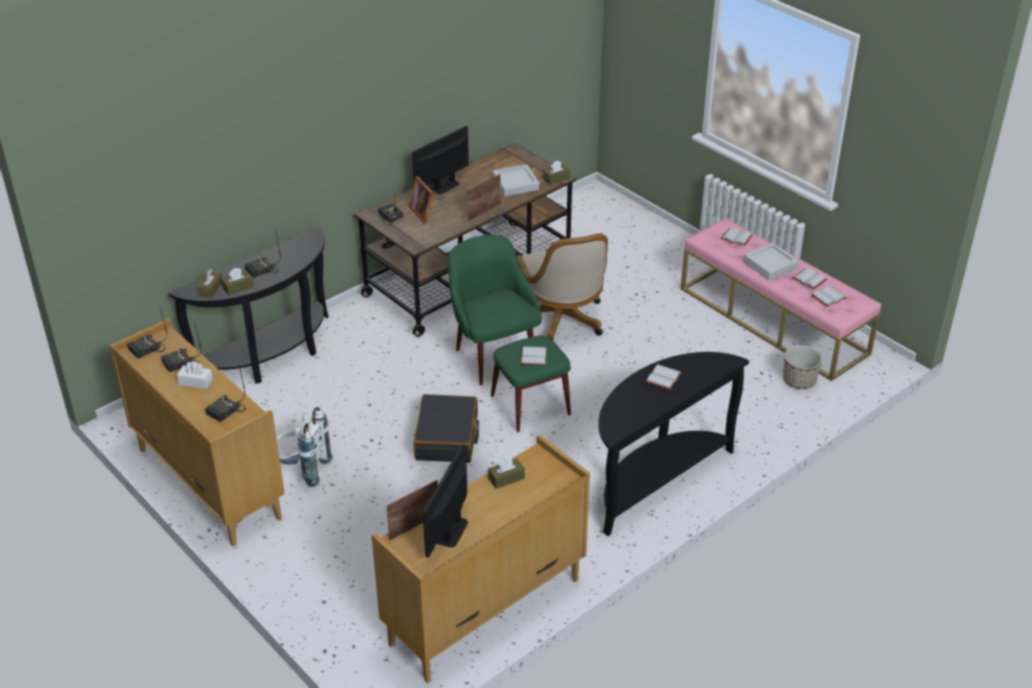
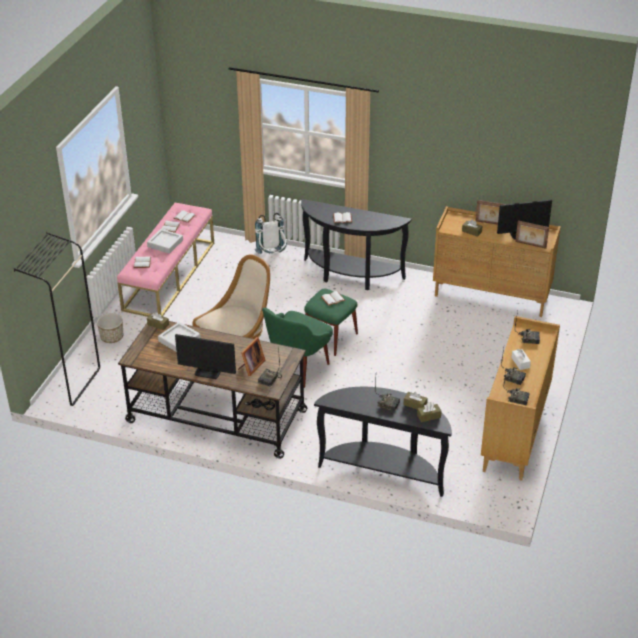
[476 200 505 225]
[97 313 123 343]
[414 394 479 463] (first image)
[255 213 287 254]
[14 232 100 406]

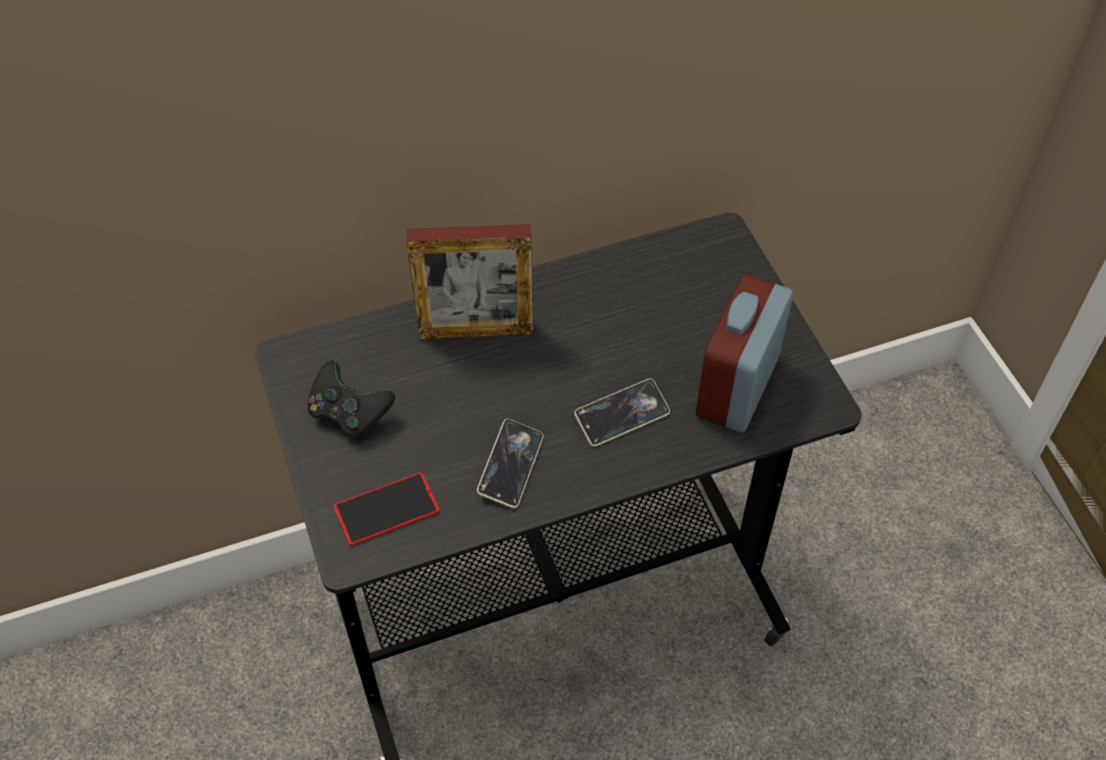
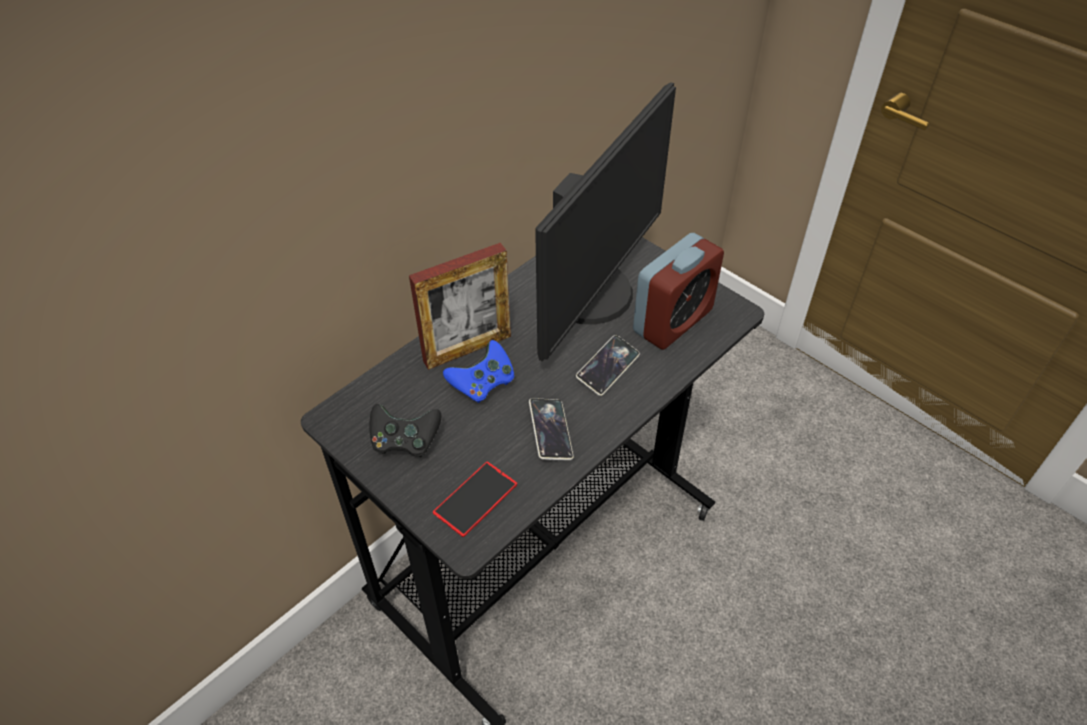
[633 233 724 350]
[535 82 676 362]
[443 340 514 403]

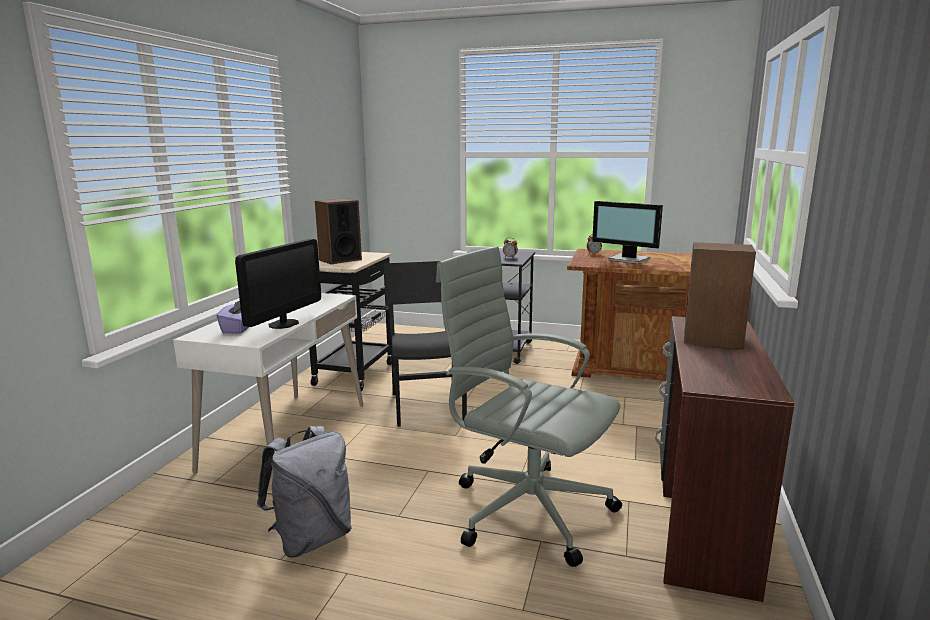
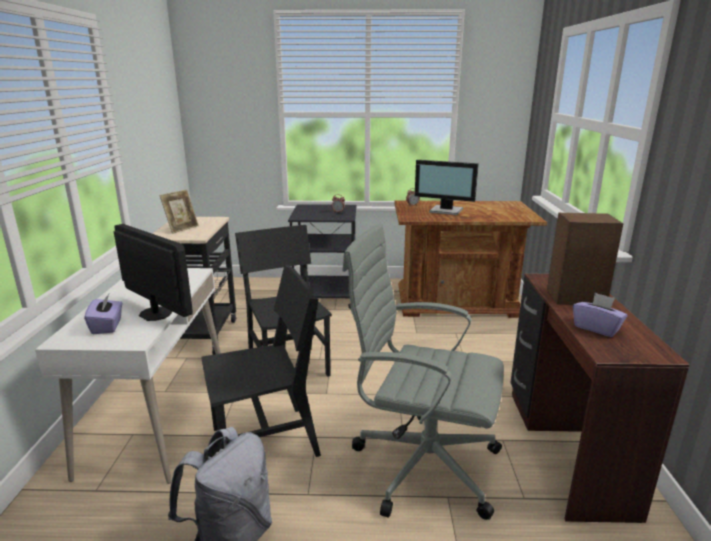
[159 190 199 234]
[114 224 193 321]
[201 265 321 457]
[573 293 628 337]

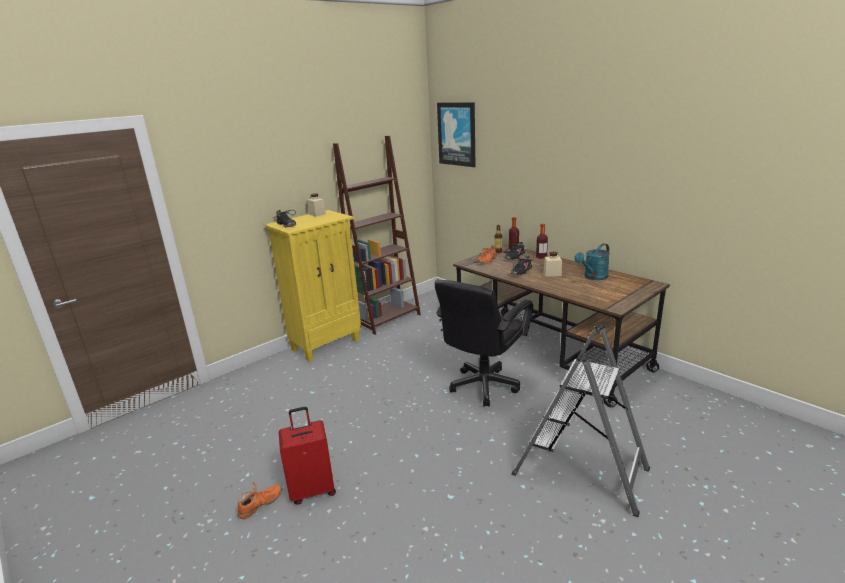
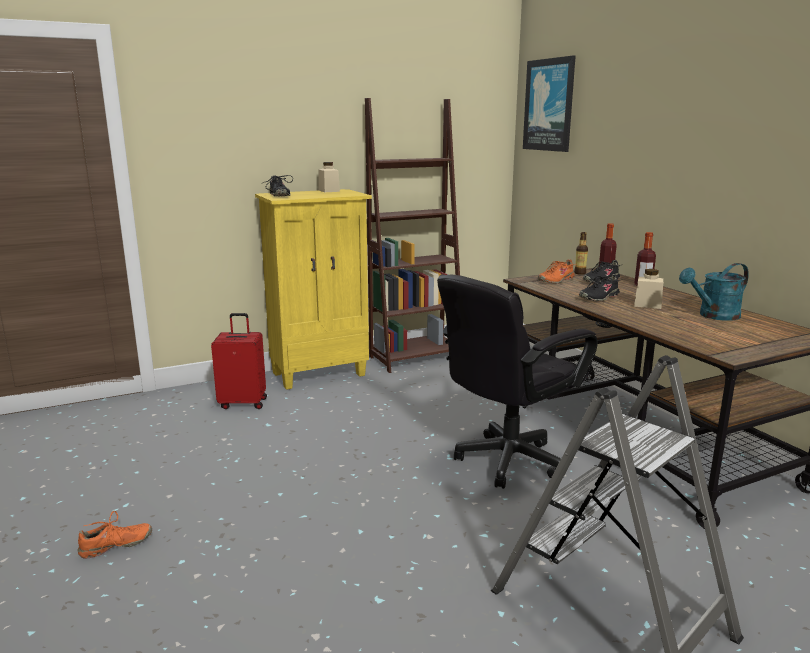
[211 313 267 409]

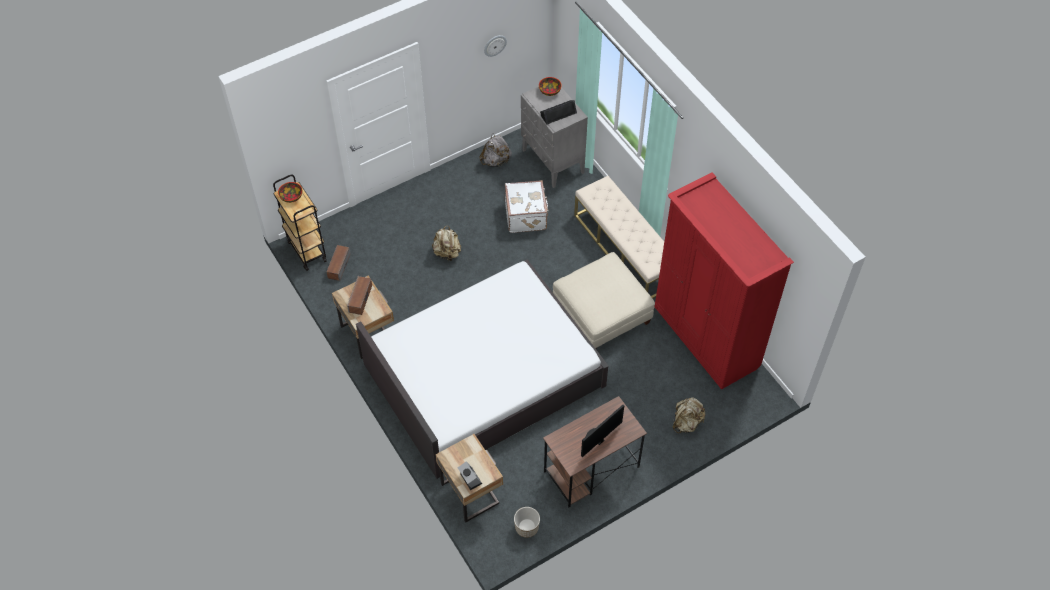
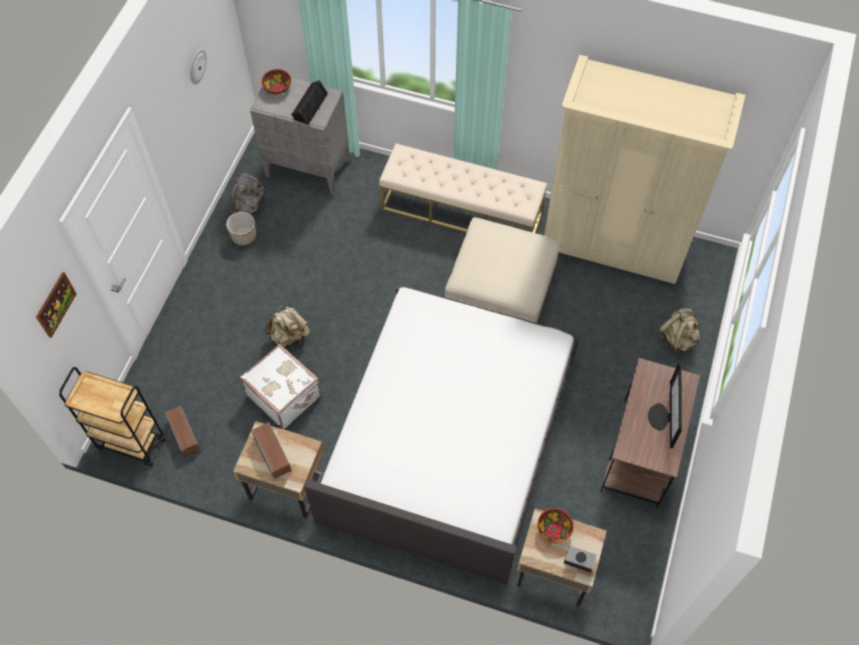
[544 55 745 284]
[240 344 321 429]
[537 508 573 544]
[226 212 256 245]
[36 272 77 338]

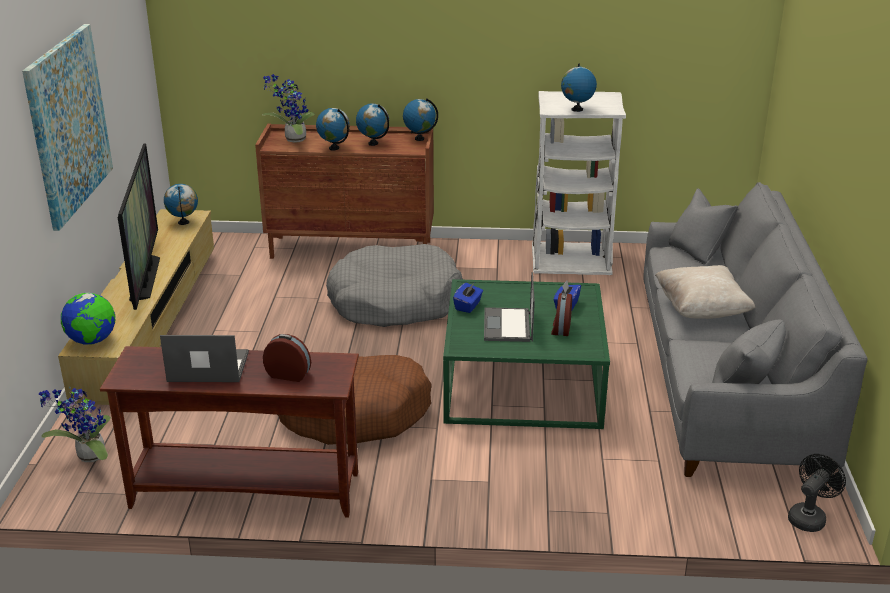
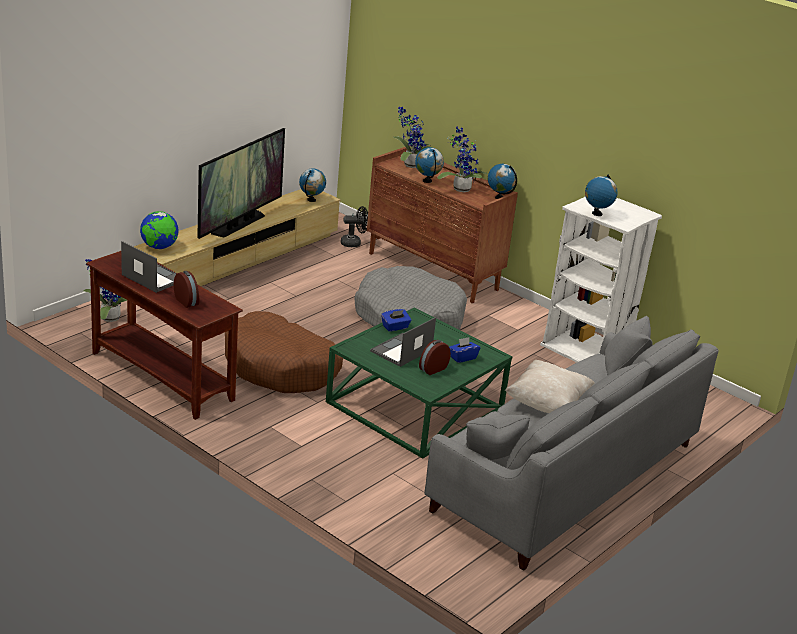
[22 24 113 231] (first image)
[437 127 488 192]
[341 206 368 247]

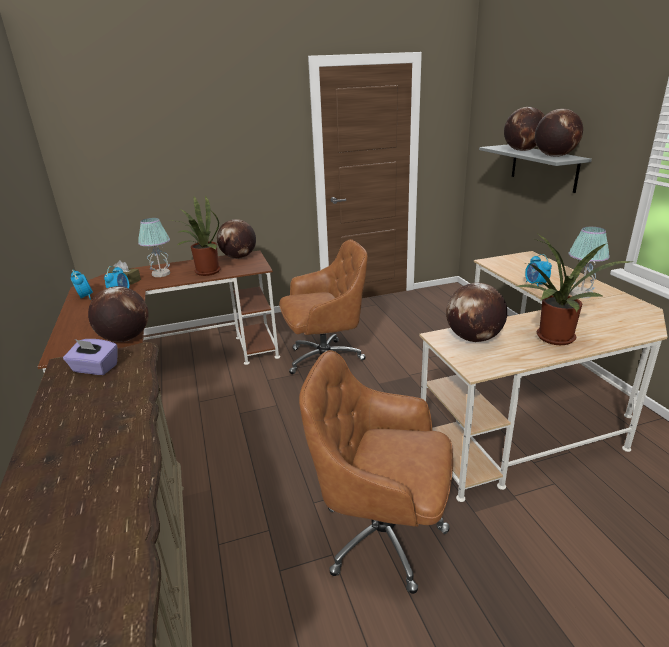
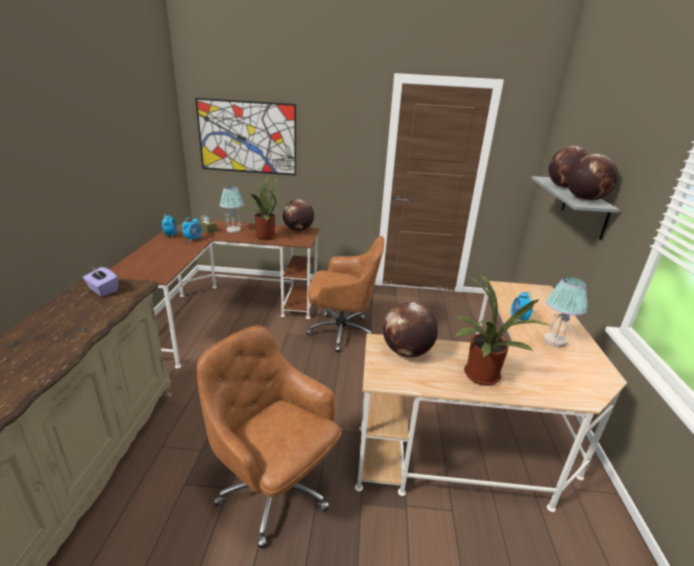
[88 286 149 342] (first image)
[195 98 296 176]

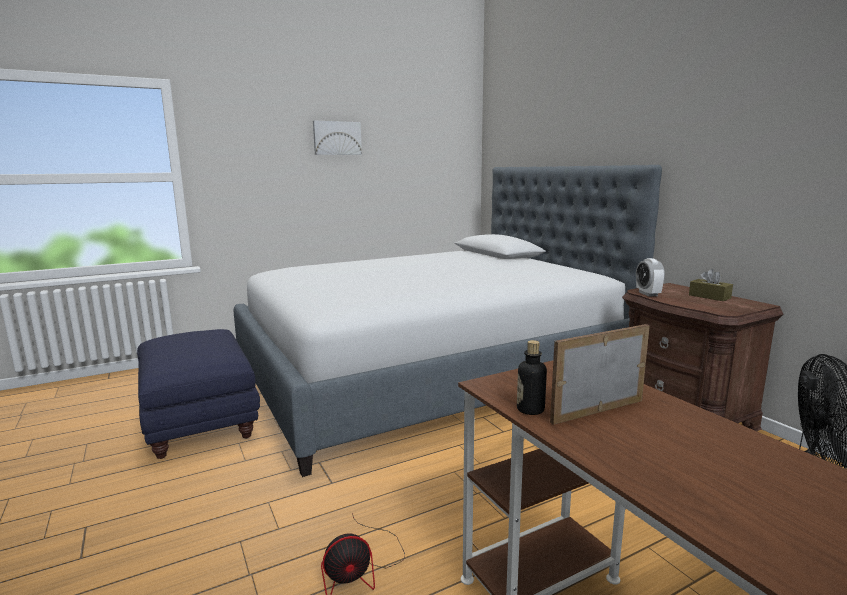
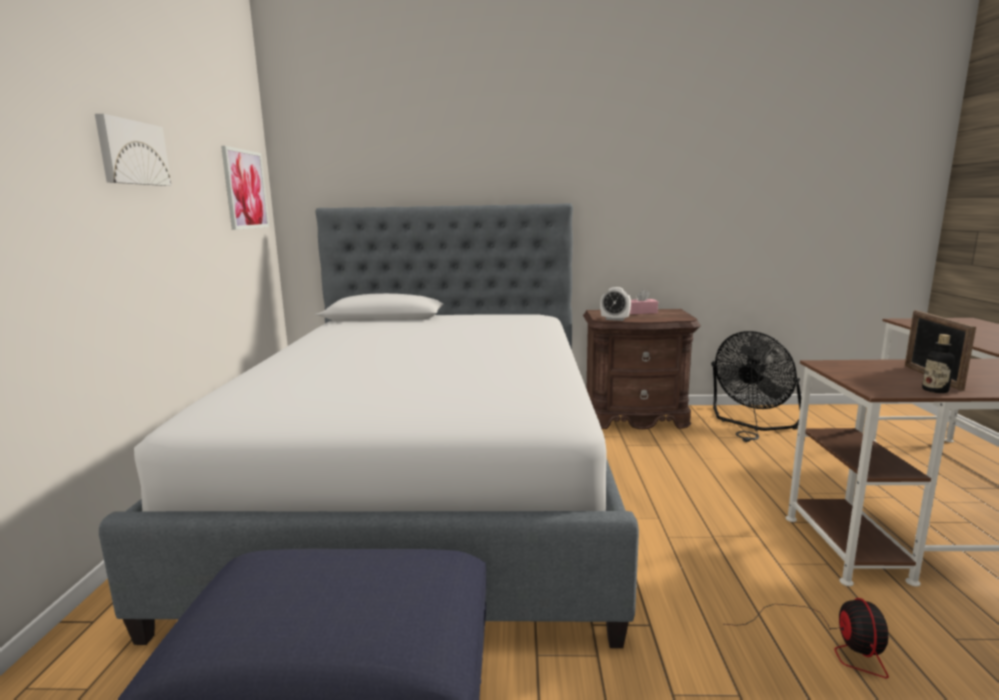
[630 289 658 314]
[221 146 269 230]

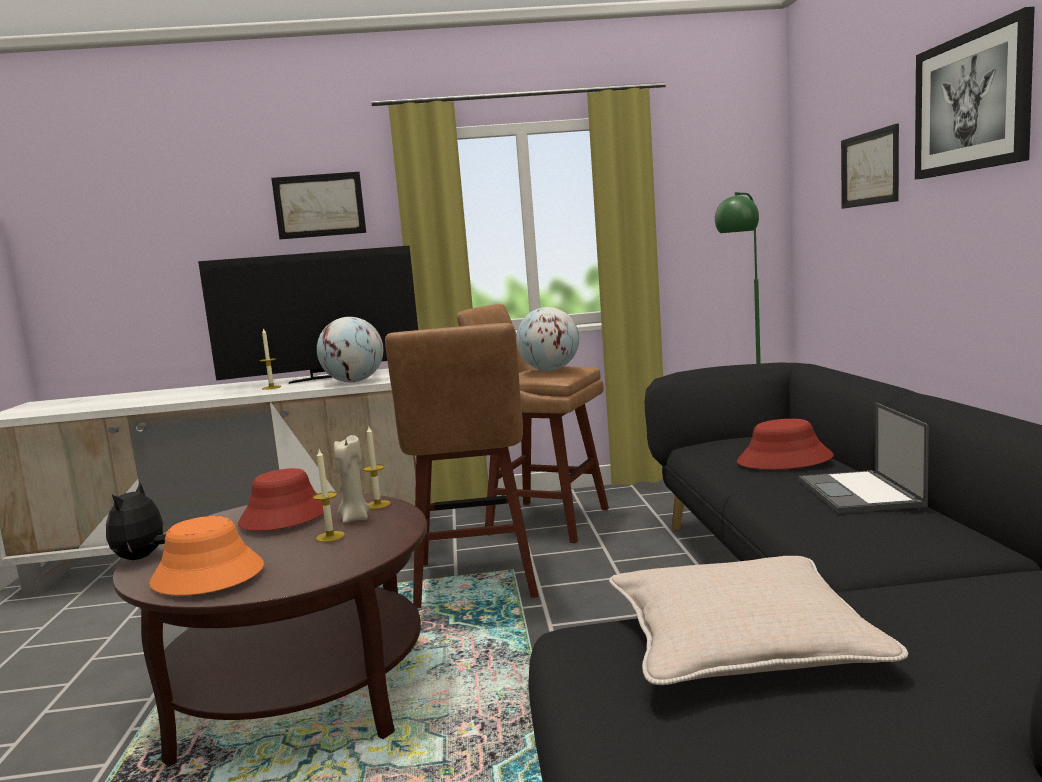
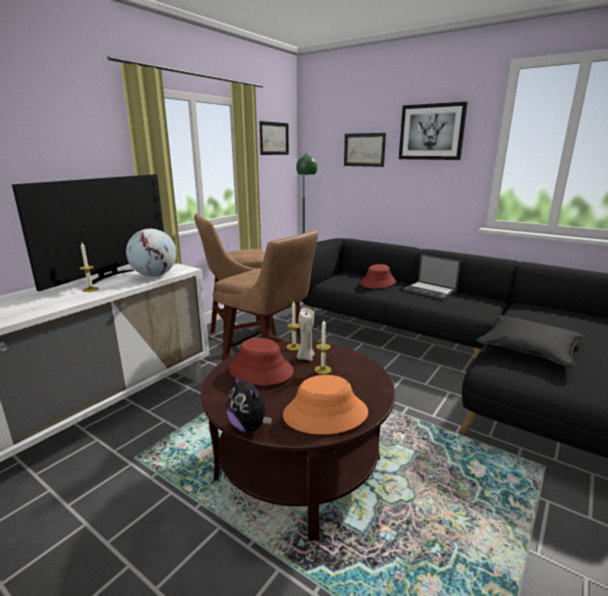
[259 121 289 155]
[516 307 579 371] (first image)
[476 316 584 367]

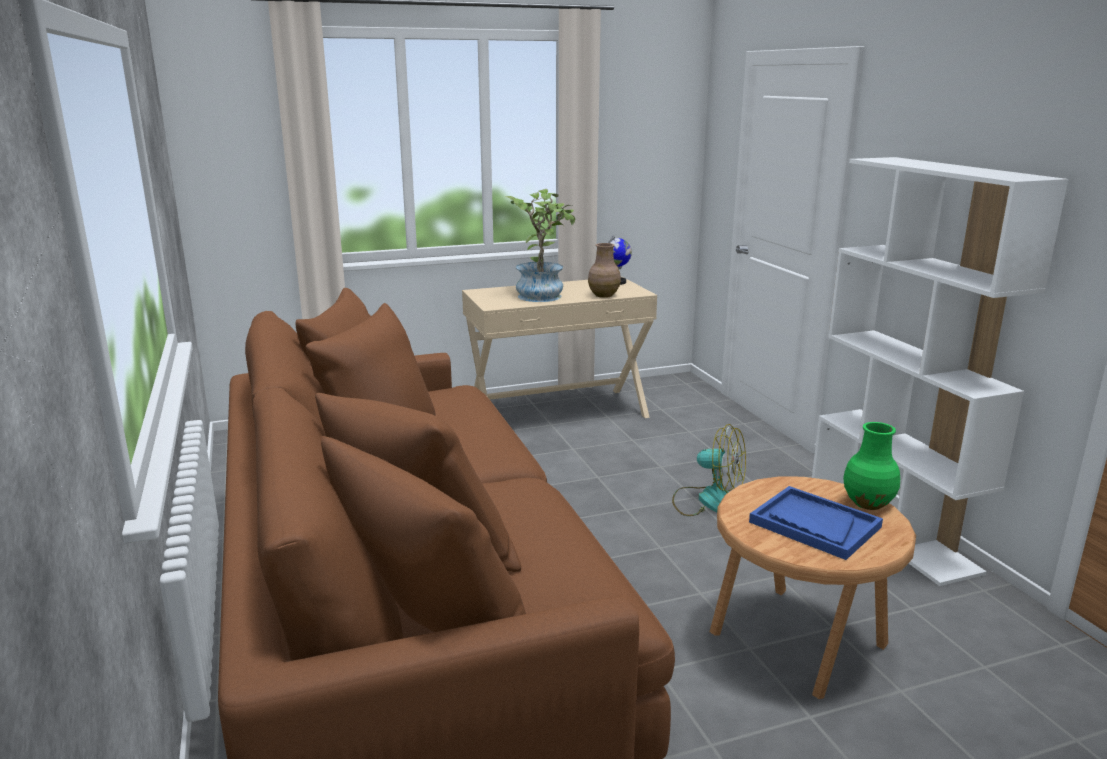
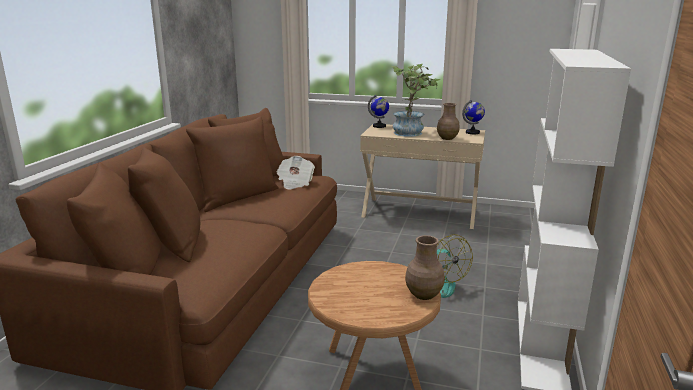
[405 235 445 300]
[749 486 883 560] (first image)
[368 95 389 128]
[277 156 315 189]

